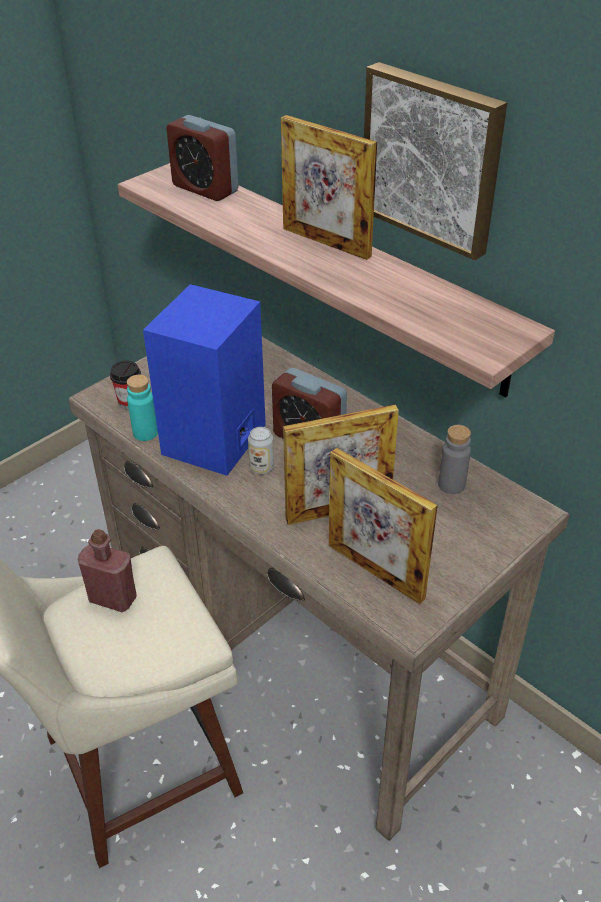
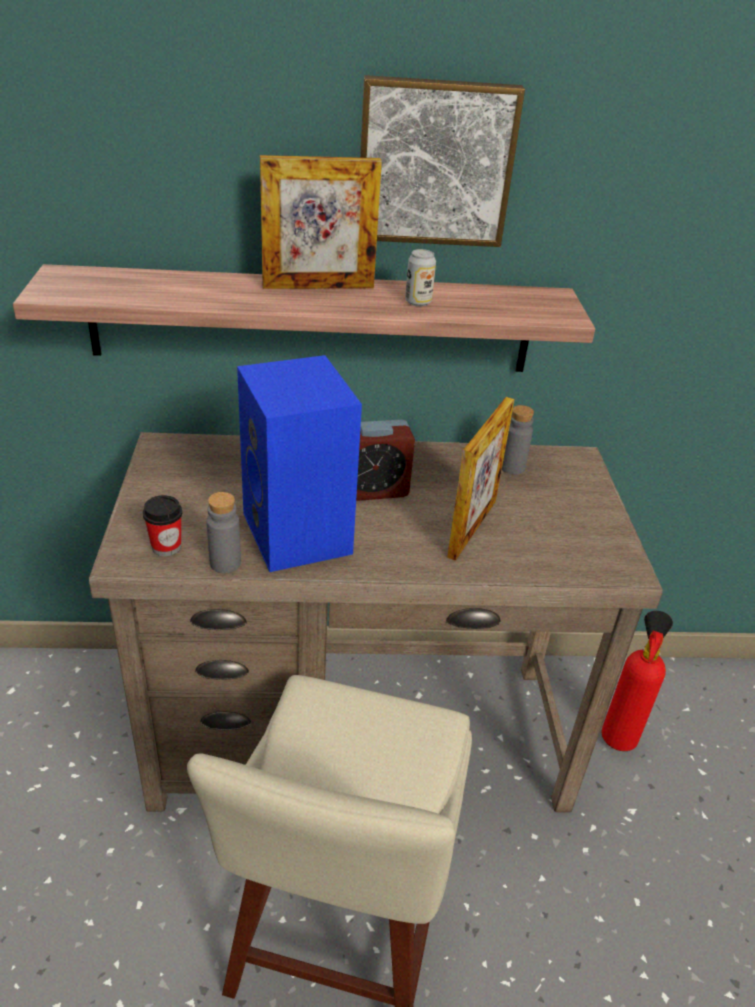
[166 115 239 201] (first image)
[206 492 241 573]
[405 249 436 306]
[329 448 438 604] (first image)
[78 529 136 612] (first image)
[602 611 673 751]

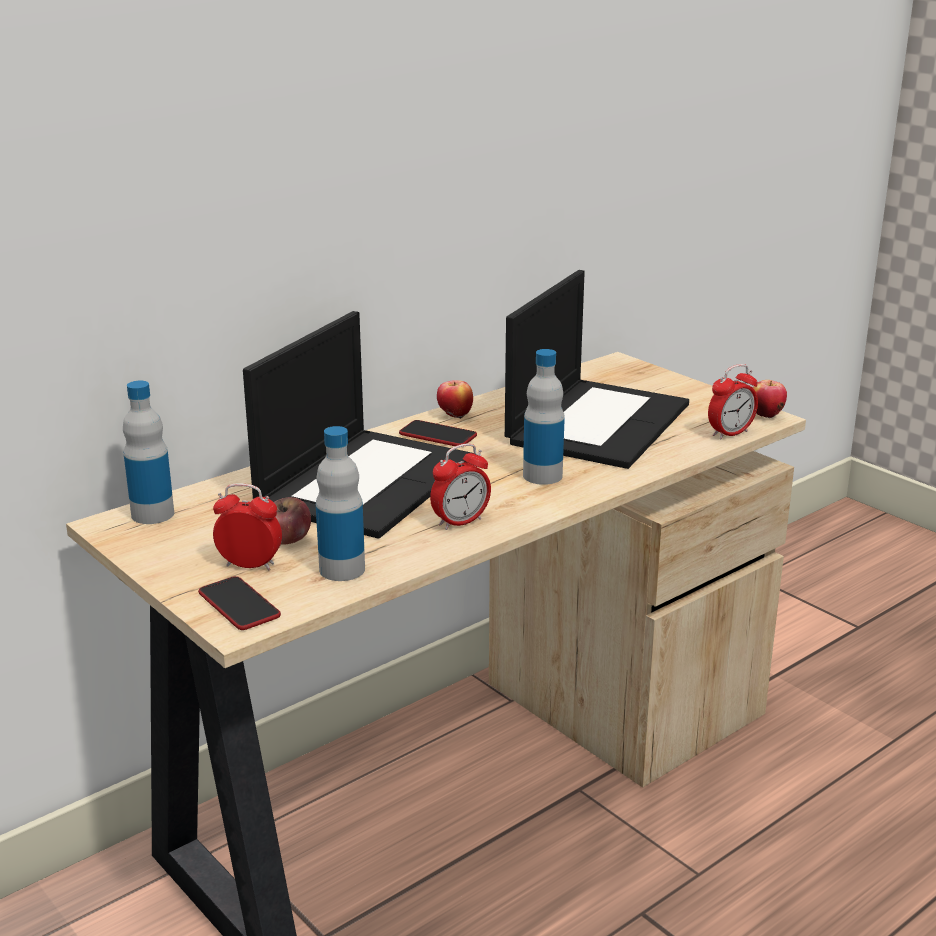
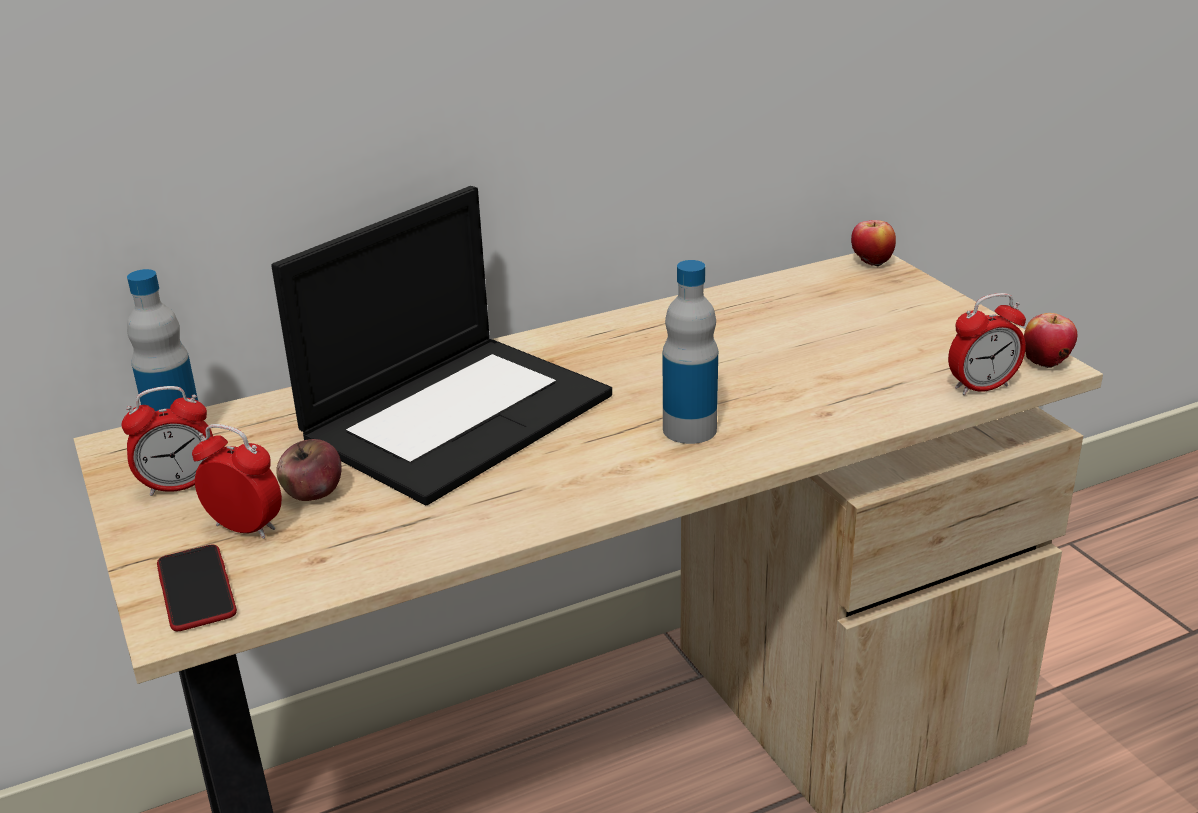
[505 270 689 469] (first image)
[851 220 896 266]
[399 420 477 446] (first image)
[316 426 365 581] (first image)
[121 386 213 496]

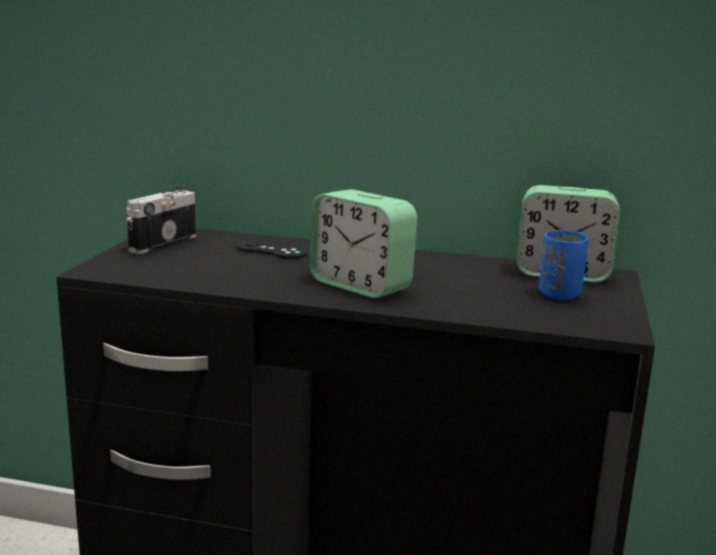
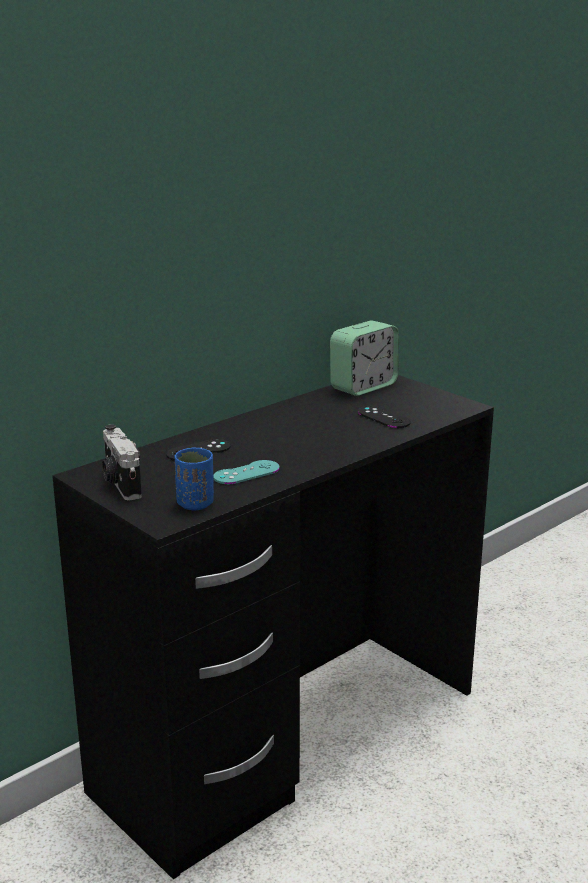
[309 189 417 298] (first image)
[174 447 214 510]
[358 406 411 428]
[213 460 280 484]

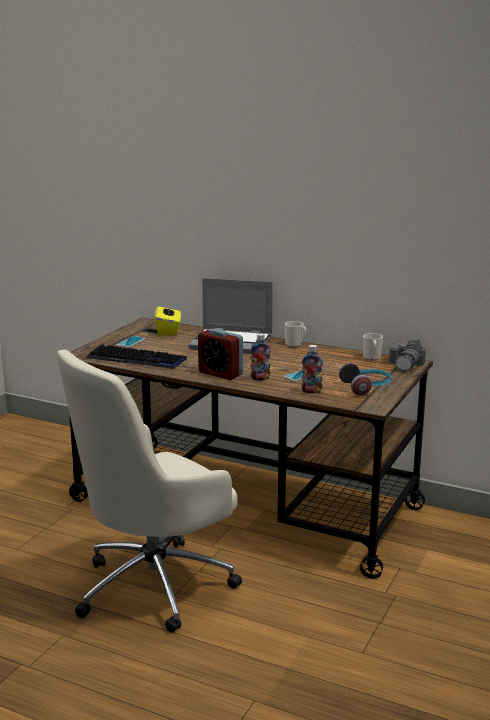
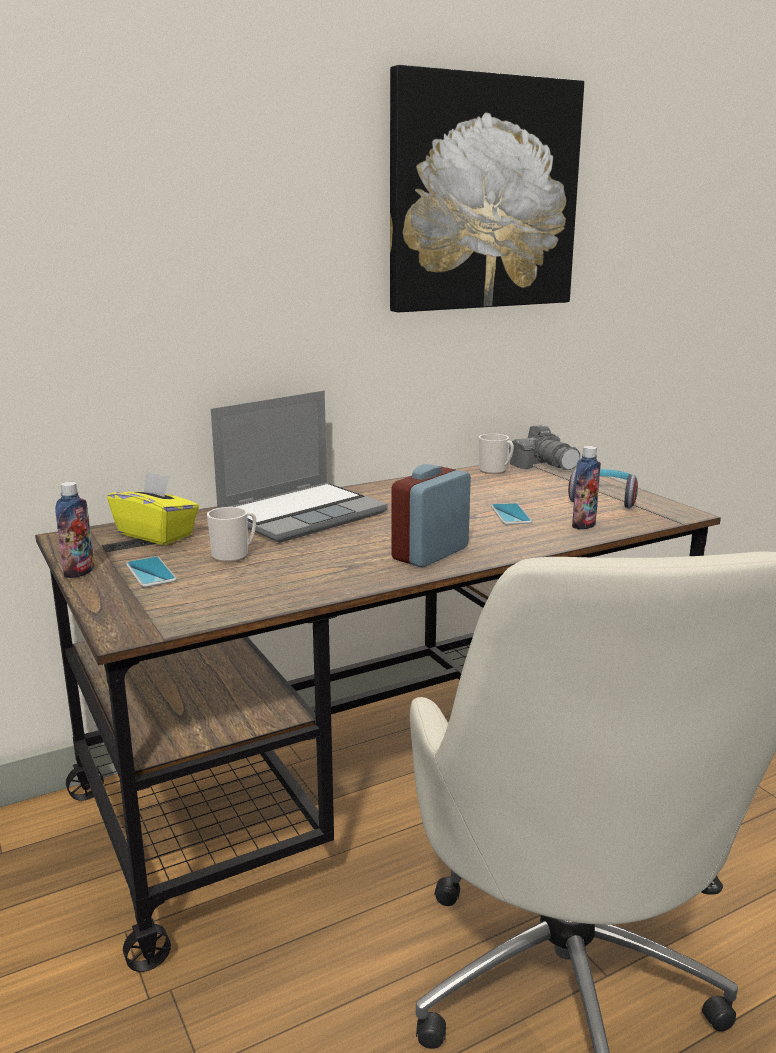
[207 507 256 562]
[391 464 471 568]
[55 482 95 578]
[86 345 187 369] (first image)
[390 65 584 312]

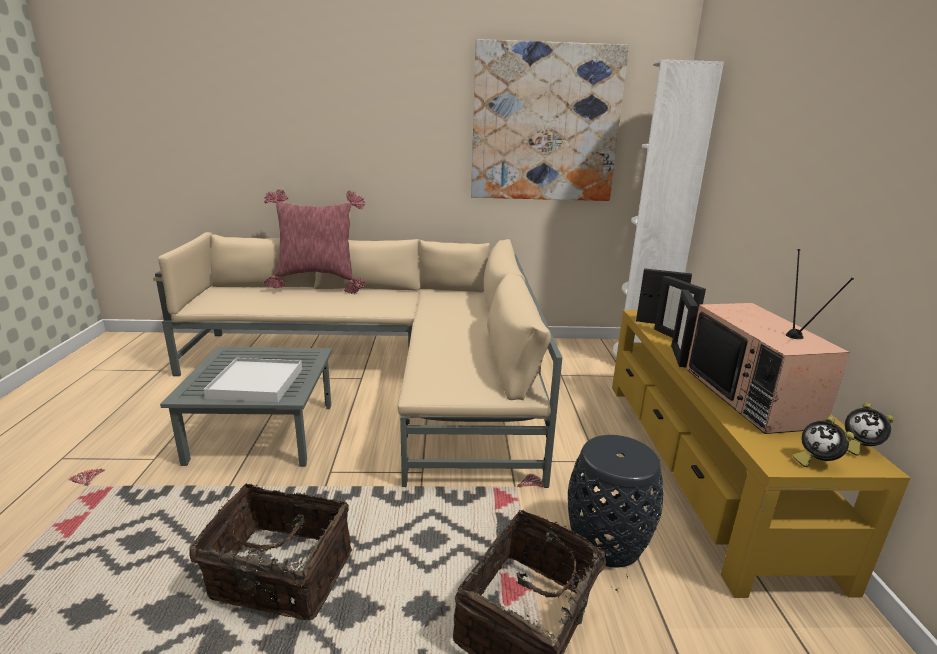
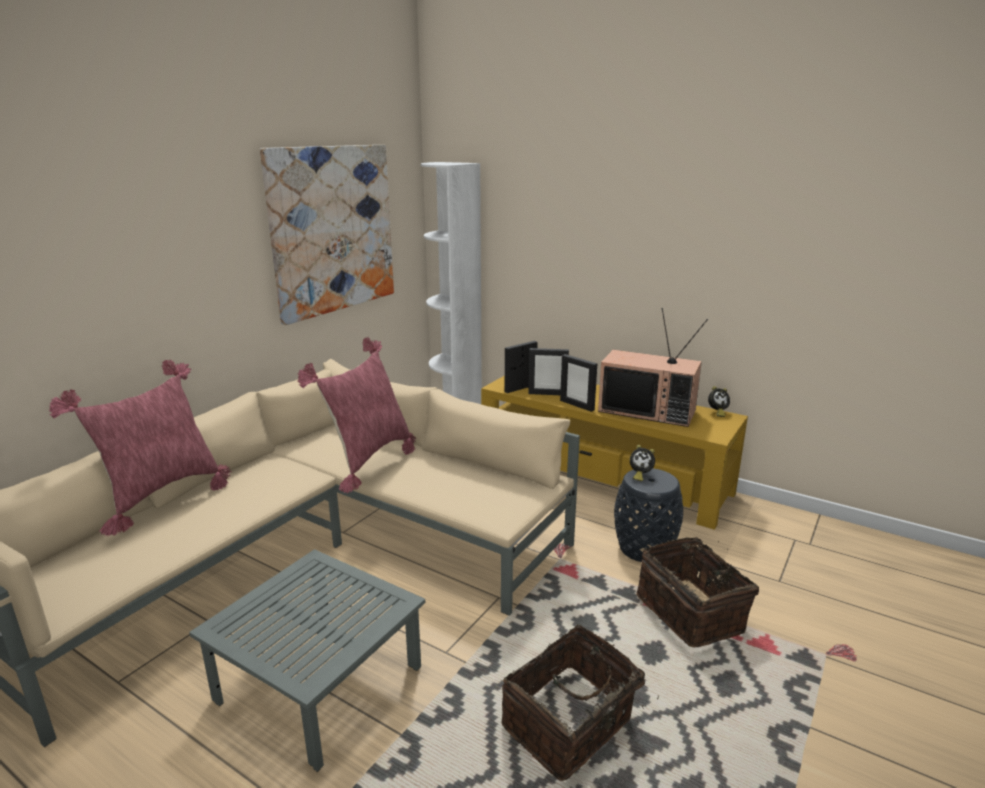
[204 358 302 403] (first image)
[630 445 655 481]
[298 337 417 494]

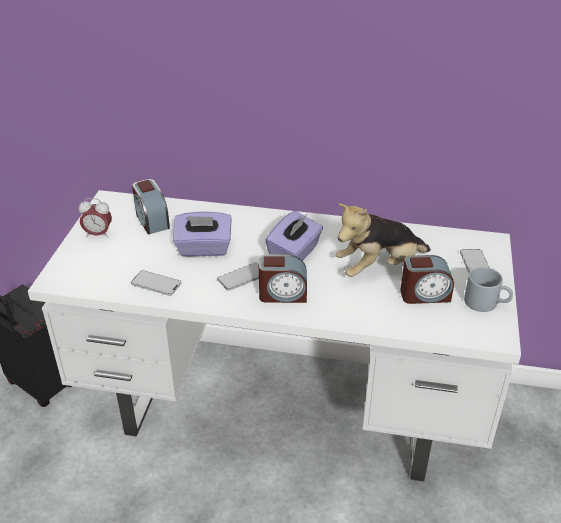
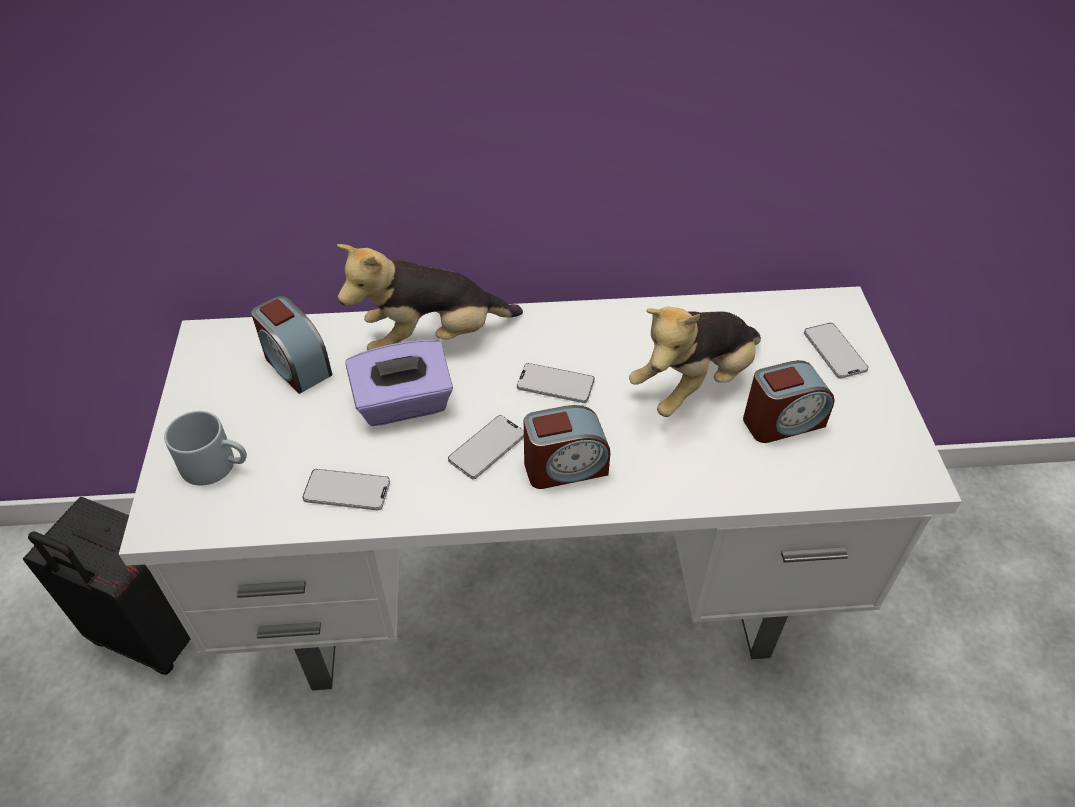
[78 198 112 238] (first image)
[517 363 595 403]
[164 411 247 486]
[337 244 523 350]

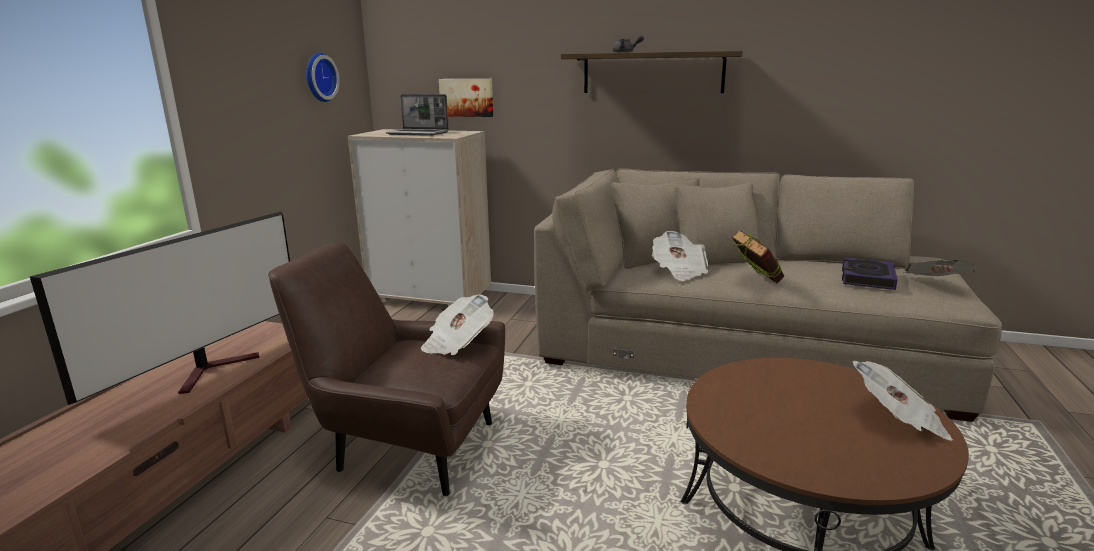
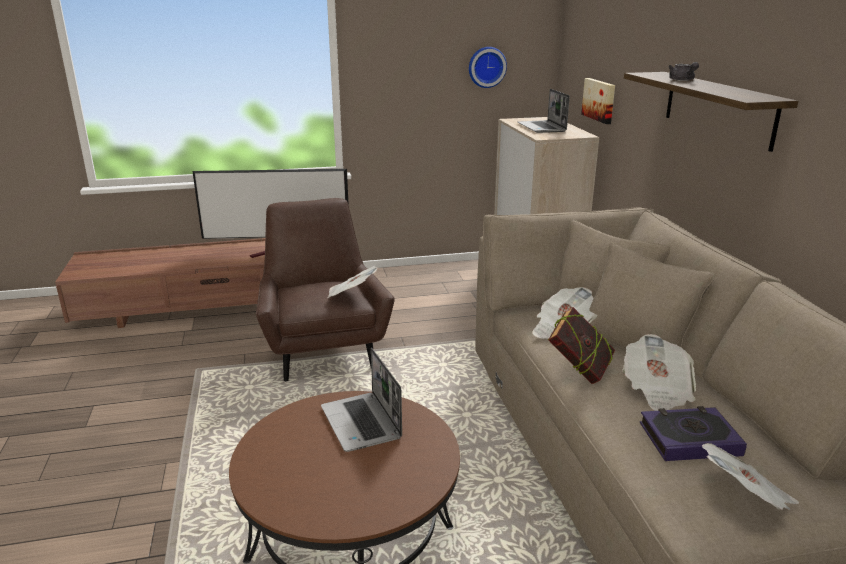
[623 334 696 411]
[321 348 402 452]

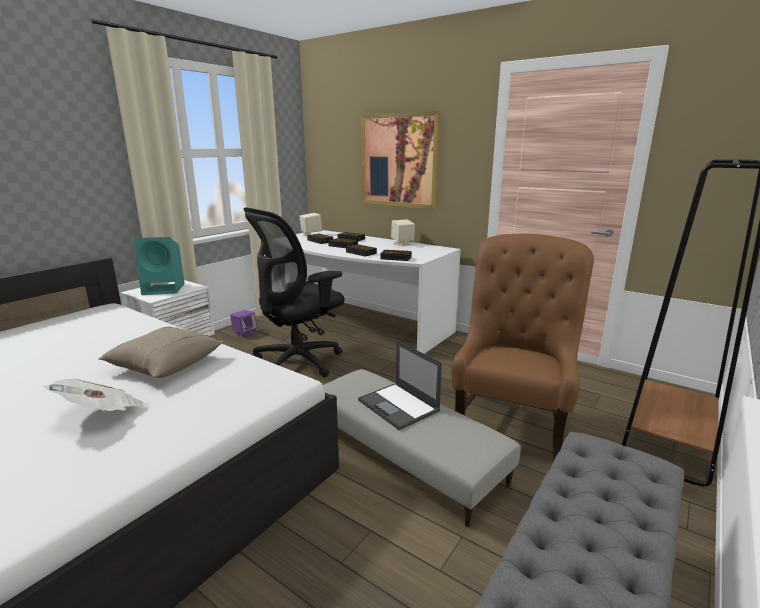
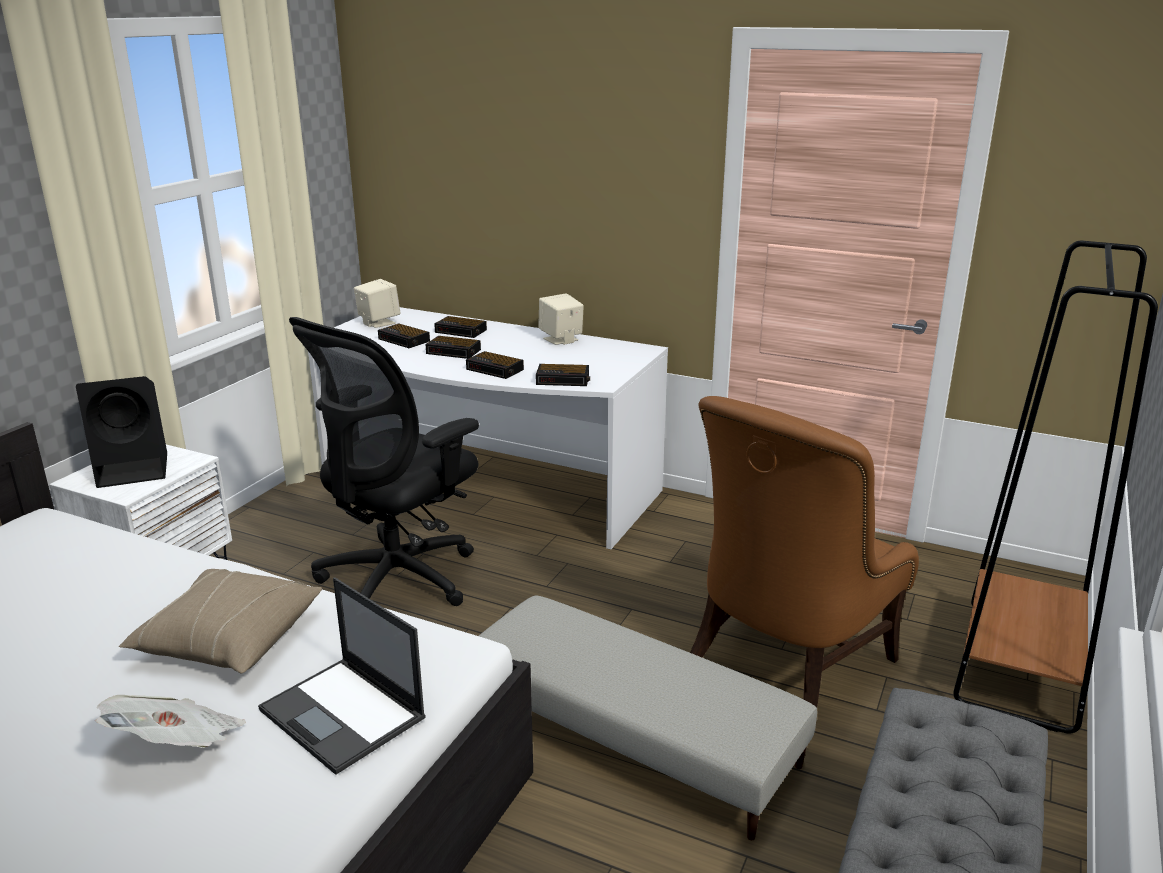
[361 111 440 209] (first image)
[690 396 919 708]
[76 376 167 488]
[230 310 257 337] (first image)
[258 578 426 775]

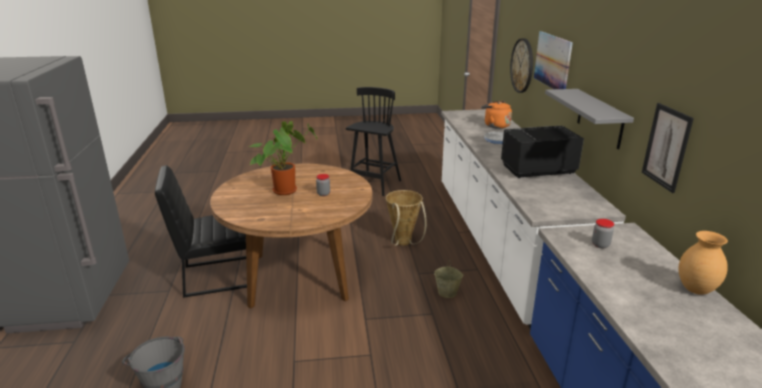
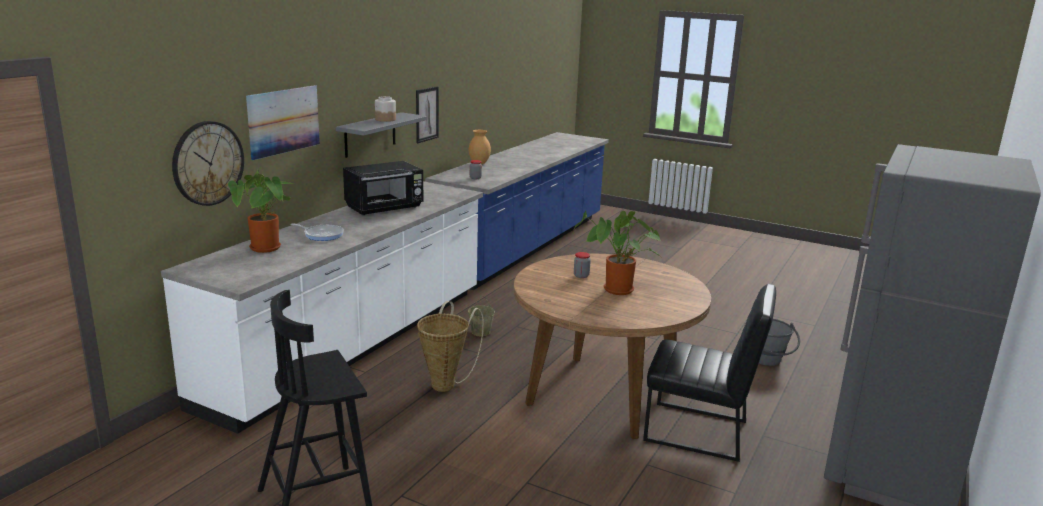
[228 167 293 253]
[343 161 423 216]
[375 96 396 122]

